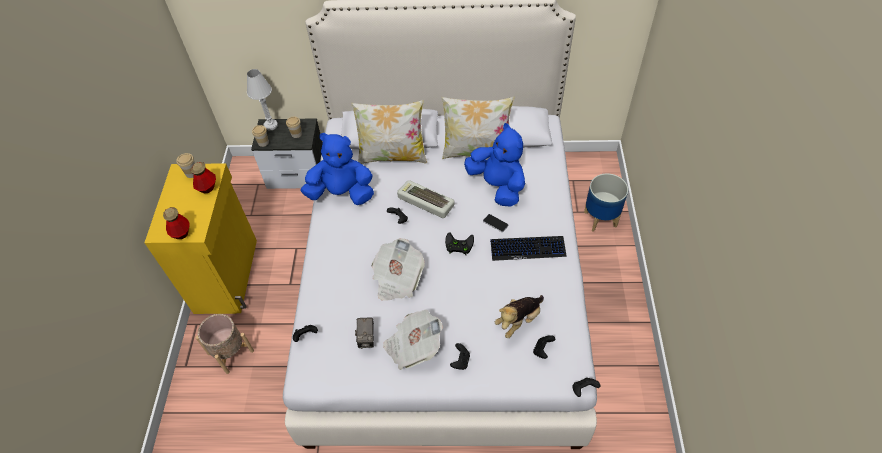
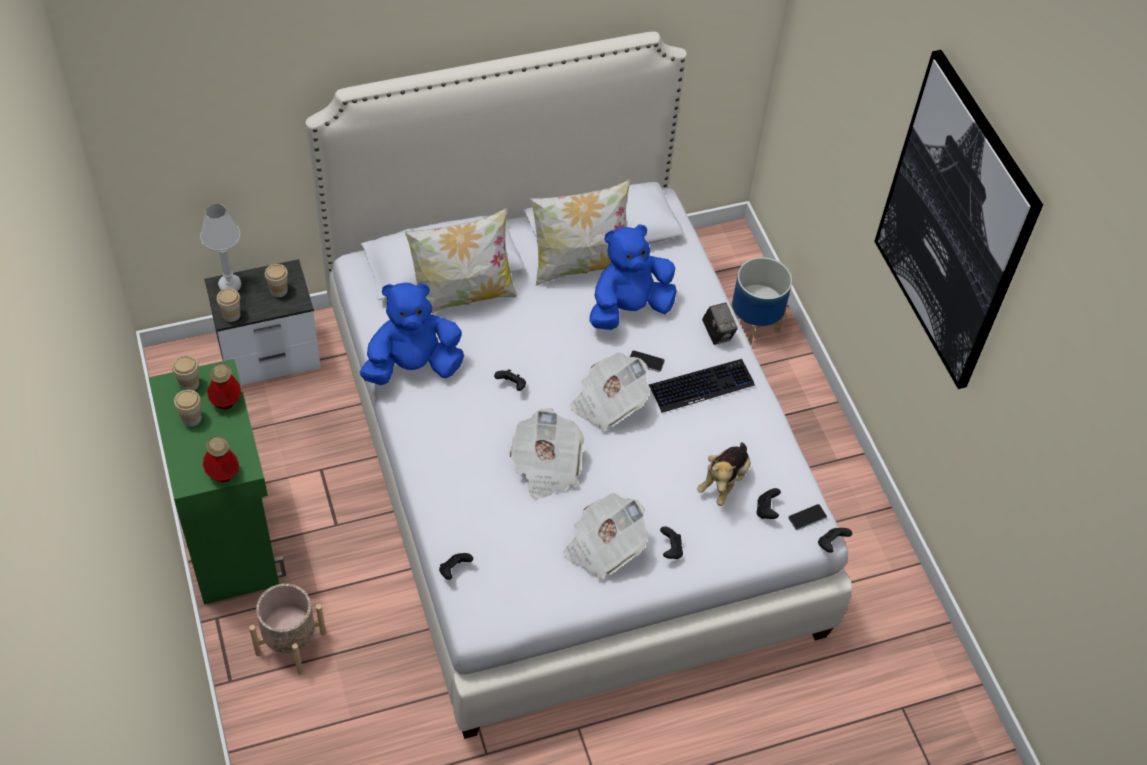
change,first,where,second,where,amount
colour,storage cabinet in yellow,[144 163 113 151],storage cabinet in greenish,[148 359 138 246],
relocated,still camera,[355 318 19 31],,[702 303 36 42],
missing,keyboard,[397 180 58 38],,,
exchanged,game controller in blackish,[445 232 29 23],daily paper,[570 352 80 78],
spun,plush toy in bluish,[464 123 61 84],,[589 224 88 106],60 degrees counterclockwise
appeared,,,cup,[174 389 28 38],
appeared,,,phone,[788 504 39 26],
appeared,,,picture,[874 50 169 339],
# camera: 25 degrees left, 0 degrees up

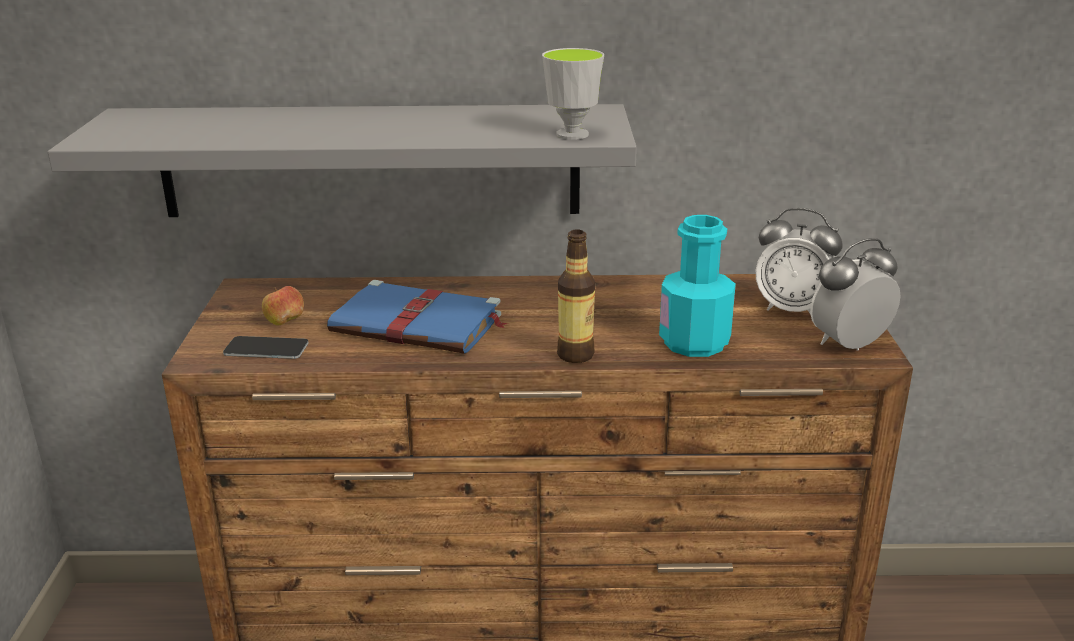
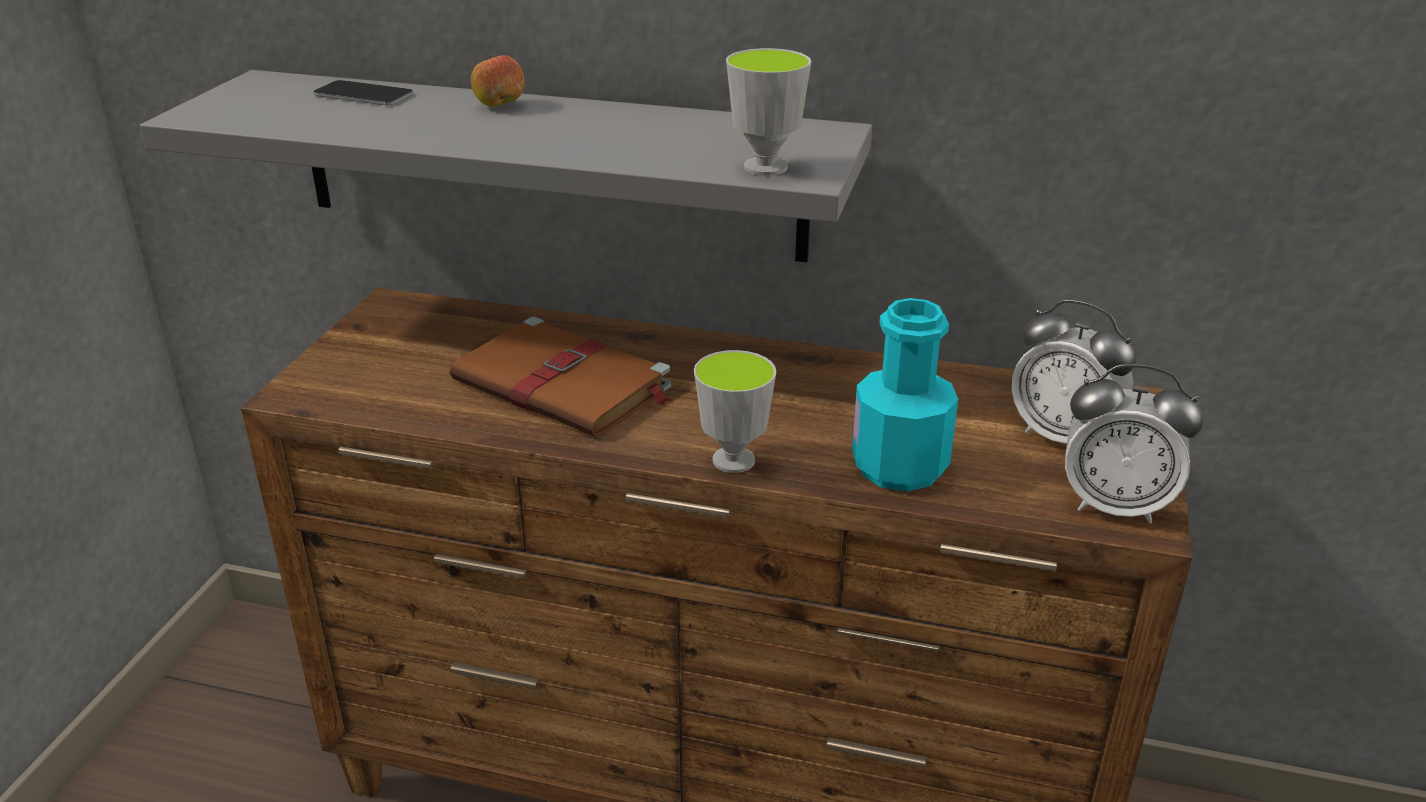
change,first,where,second,where,amount
relocated,phone,[223 336 85 23],,[314 80 99 25],
relocated,apple,[262 286 42 39],,[471 55 53 52],
colour,book in bluish,[327 280 182 74],book in brown,[450 317 224 120],
exchanged,drink bottle,[557 229 38 134],cup,[694 350 82 123],
spun,bedside clock,[810 238 91 113],,[1065 364 139 160],150 degrees counterclockwise
# camera: 15 degrees right, 5 degrees up

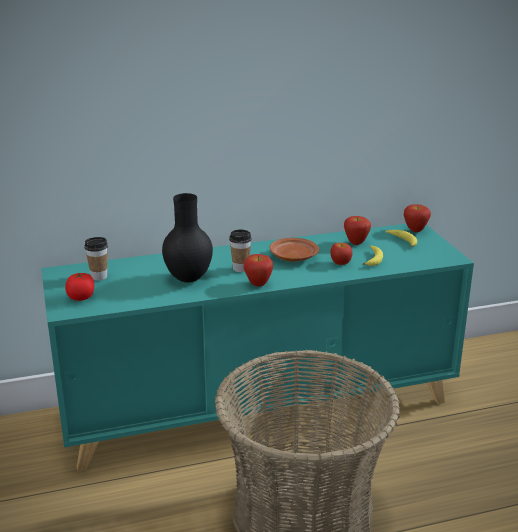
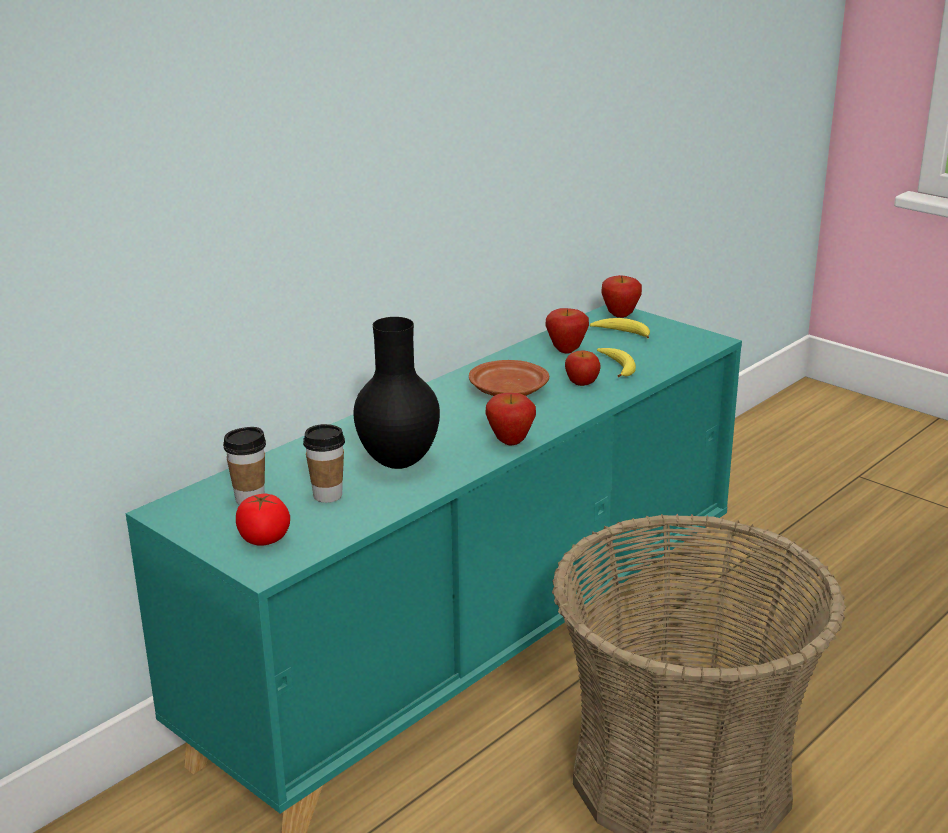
change,first,where,second,where,amount
relocated,cup,[229 229 23 43],,[303 424 42 79],
# camera: 30 degrees left, 0 degrees up

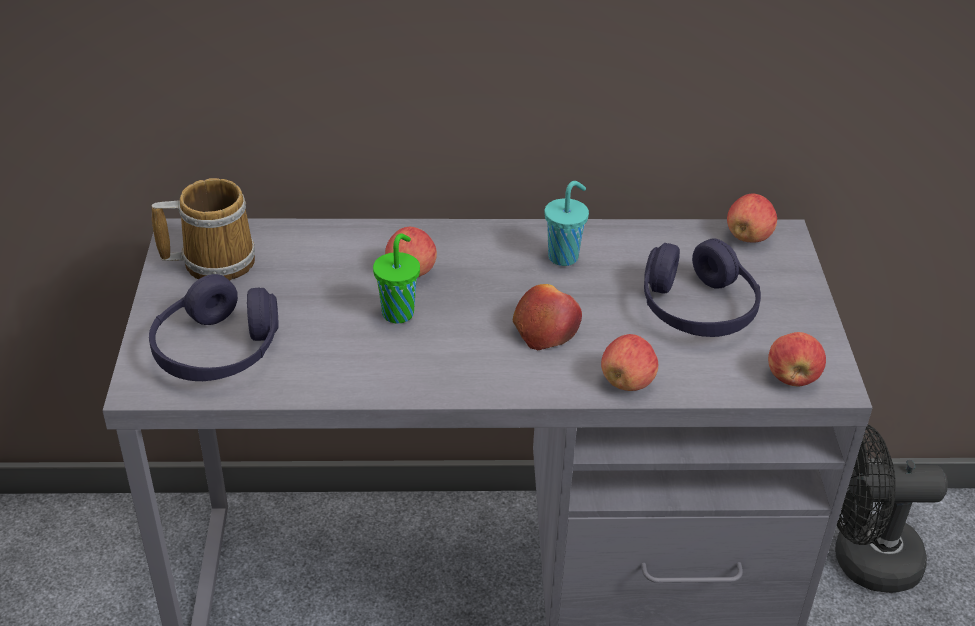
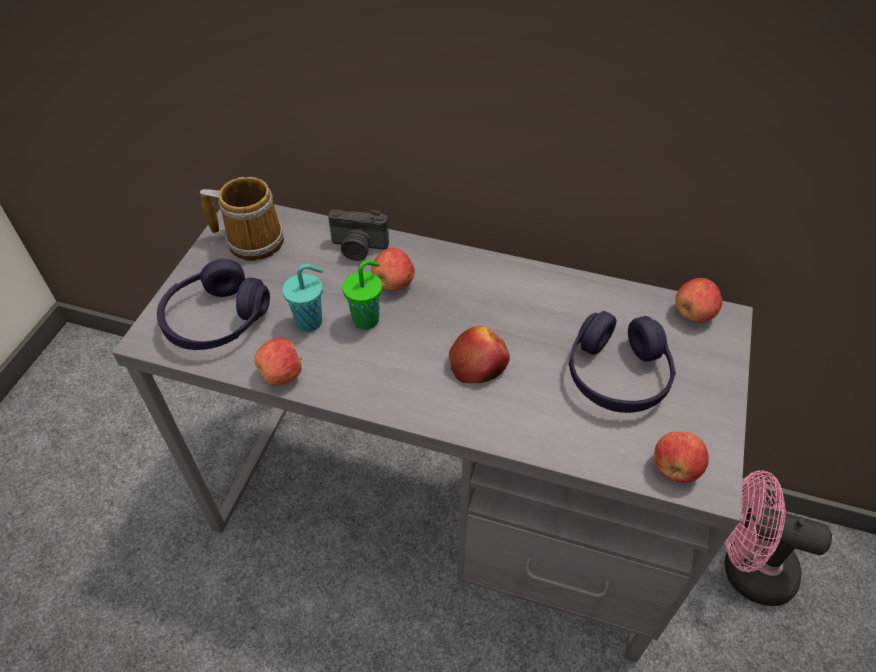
change,first,where,second,where,amount
relocated,cup in turquoise,[544 181 45 85],,[282 264 41 68],
relocated,apple,[601 334 57 57],,[254 338 48 47],
colour,fan in blackish,[835 424 113 169],fan in pink,[725 470 107 136],
appeared,,,still camera,[328 209 61 52],
# camera: 20 degrees right, 10 degrees up

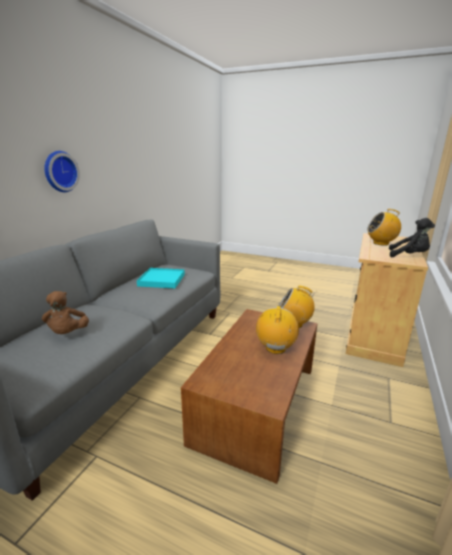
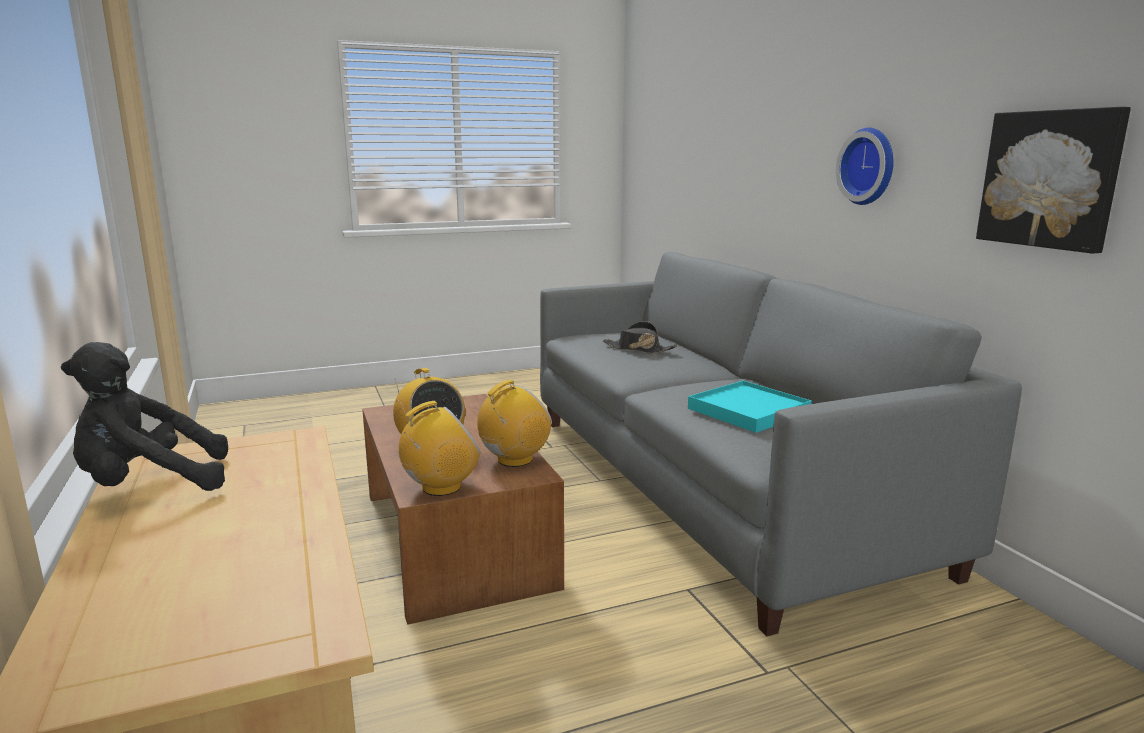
change,first,where,second,where,amount
exchanged,plush toy in brown,[42 291 47 43],wearable hat in blackish,[603 321 74 33],
relocated,radio set,[367 209 34 37],,[477 380 75 87],
appeared,,,picture,[976 107 155 147],
# camera: 135 degrees right, 5 degrees down

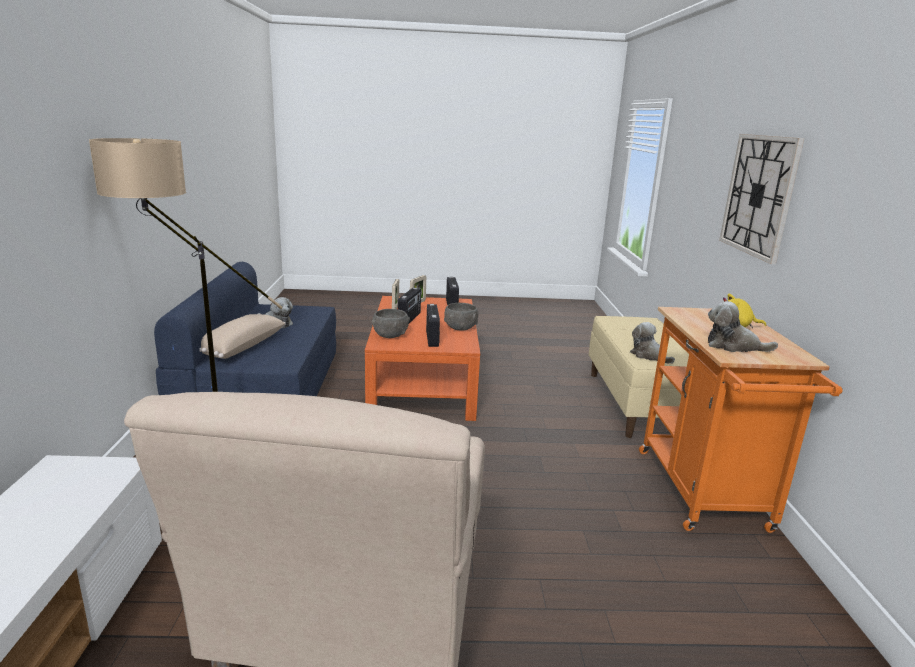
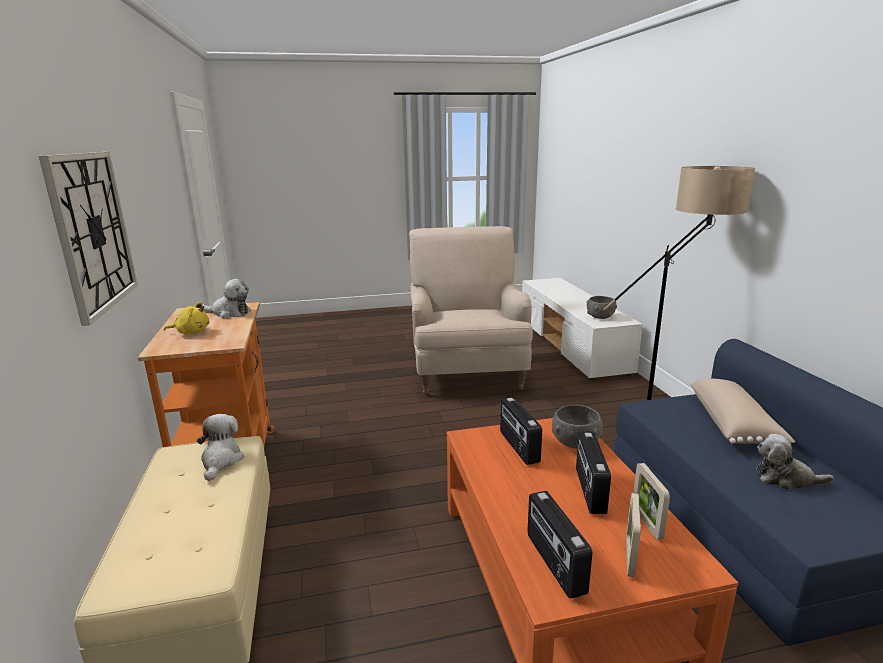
change,first,where,second,where,amount
relocated,deep dish in gray,[444 303 34 28],,[587 296 30 23],
spun,plush toy,[630 322 45 42],,[196 414 48 67],135 degrees counterclockwise
# camera: 170 degrees right, 0 degrees up

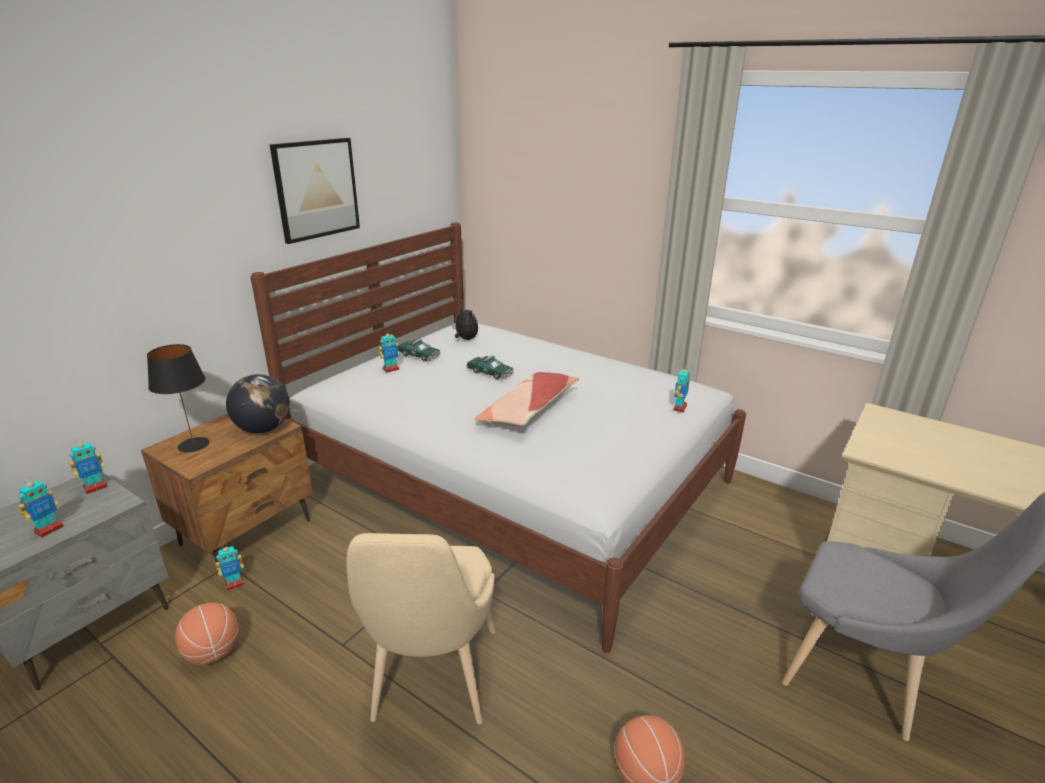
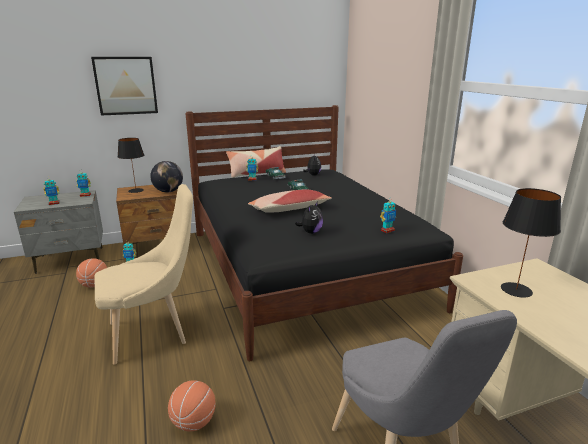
change,first,where,second,where,amount
colour,sleeping bed in white,[250 222 496 431],sleeping bed in blackish,[185 105 278 256],
relocated,picture,[270 138 90 106],,[91 57 67 59],
spun,plain chair in beige-coloured,[346 533 150 191],,[95 184 98 181],150 degrees counterclockwise
appeared,,,pillow,[226 146 60 32],
appeared,,,plush toy,[295 201 28 33],
appeared,,,tabletop lamp in blackish,[501 188 60 110],
# camera: 35 degrees right, 5 degrees down

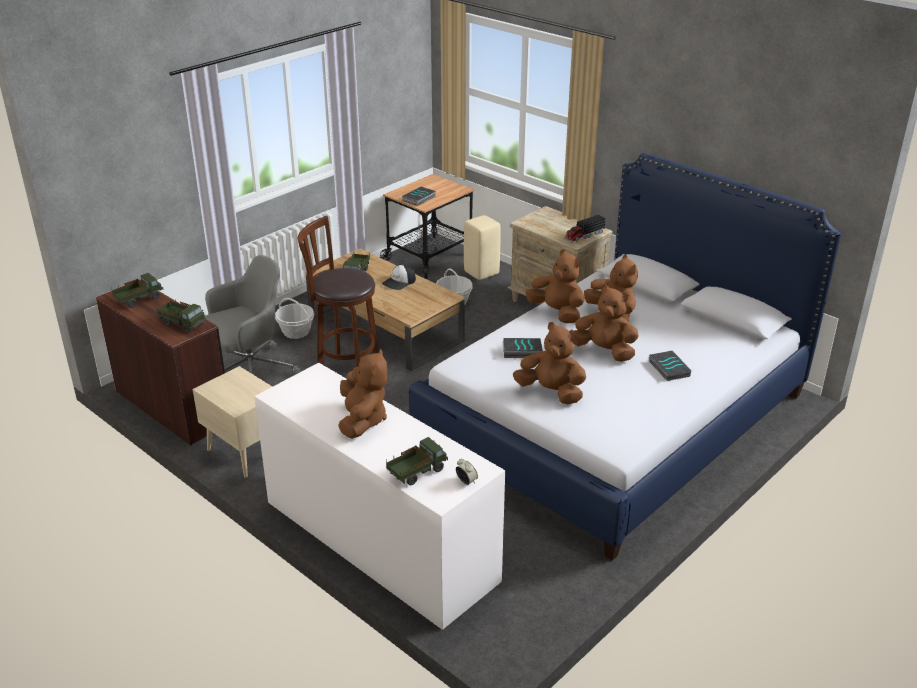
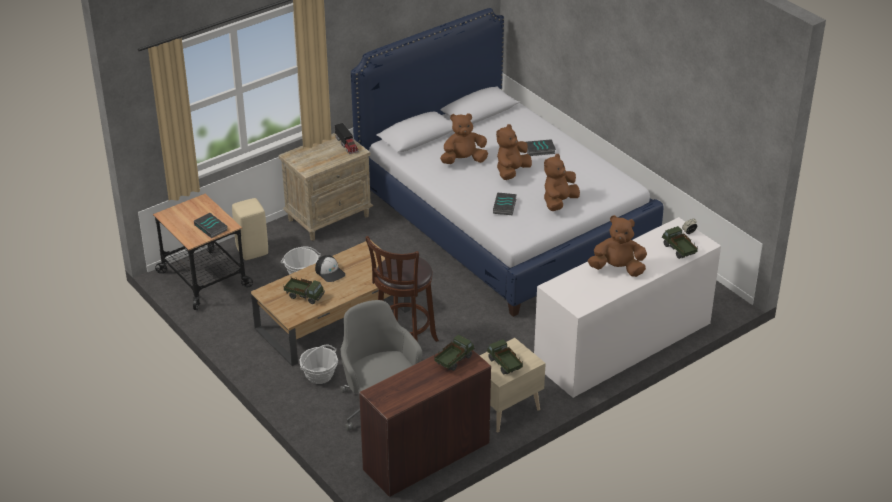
change,first,where,second,where,amount
relocated,model truck,[111 273 52 35],,[486 339 37 35],
missing,plush toy in brown,[526 249 59 74],,,
# camera: 80 degrees left, 5 degrees up

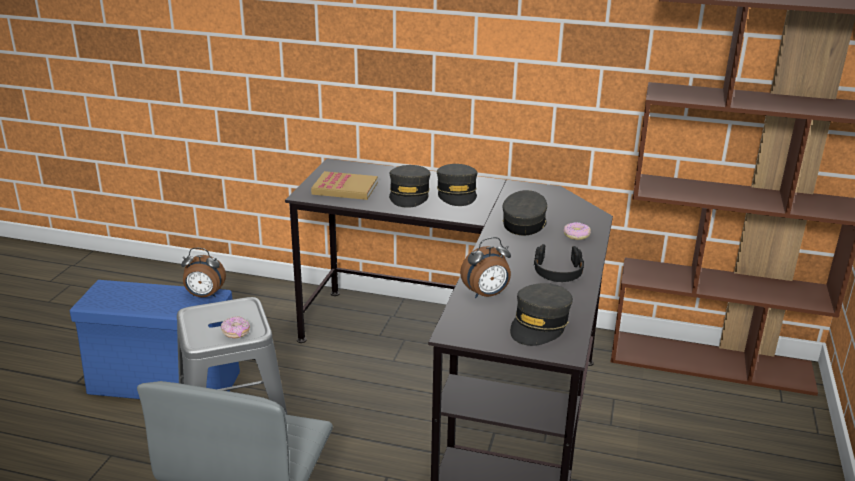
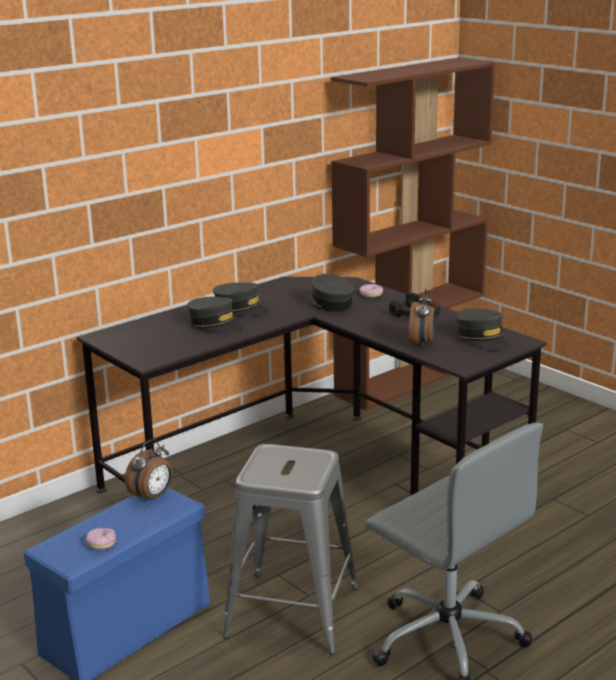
change,first,where,second,where,amount
relocated,donut,[221 316 29 22],,[86 528 30 22],
missing,book,[311 171 67 29],,,
# camera: 55 degrees left, 5 degrees down

